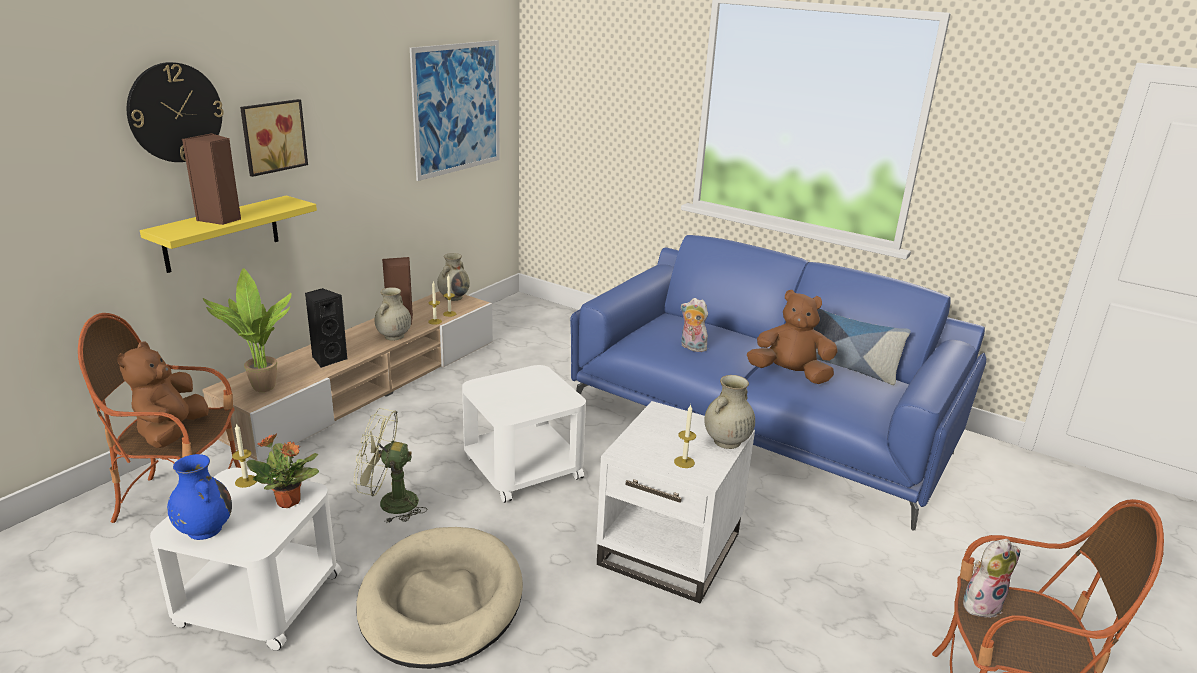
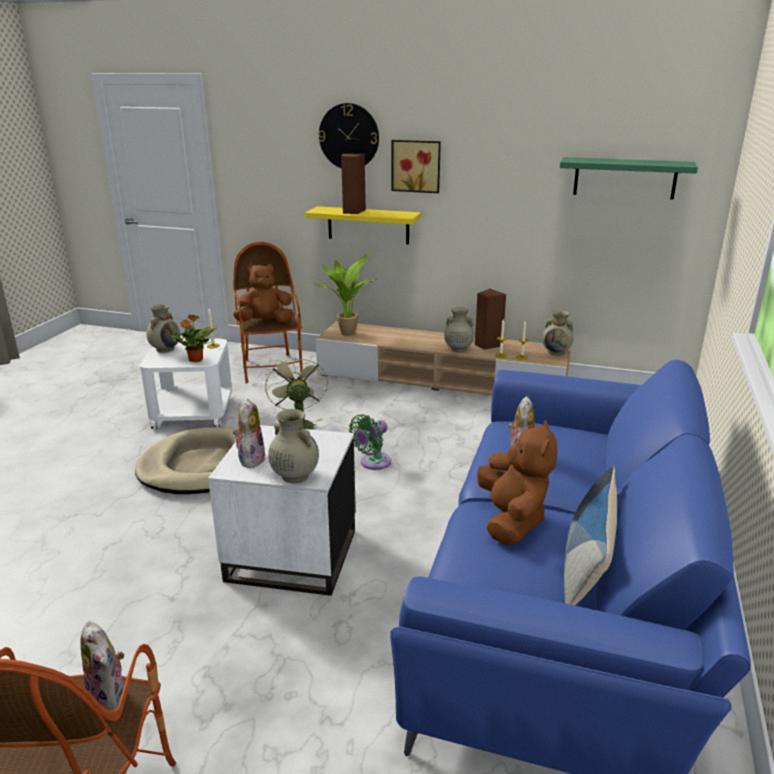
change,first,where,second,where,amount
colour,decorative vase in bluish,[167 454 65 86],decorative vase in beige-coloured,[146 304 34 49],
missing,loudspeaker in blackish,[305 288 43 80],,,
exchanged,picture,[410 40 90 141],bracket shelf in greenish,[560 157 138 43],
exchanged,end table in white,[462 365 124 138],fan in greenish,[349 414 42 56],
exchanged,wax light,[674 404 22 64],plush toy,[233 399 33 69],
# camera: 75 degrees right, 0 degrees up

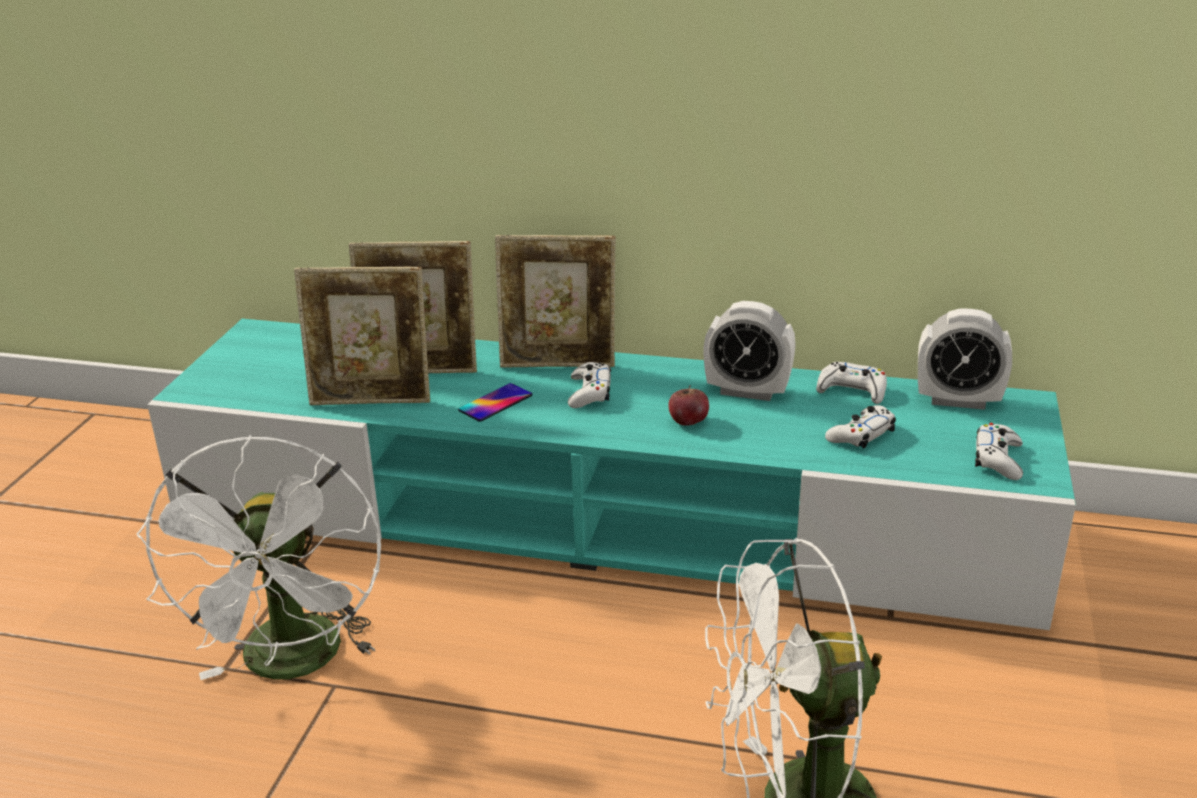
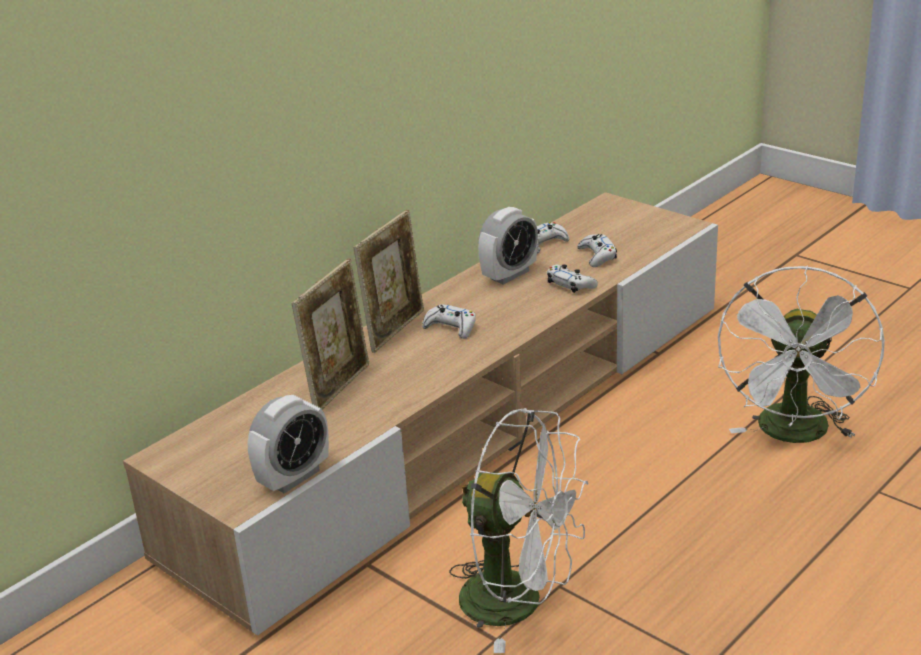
change,first,where,second,where,amount
colour,media console in turquoise,[147 319 929 311],media console in beige-coloured,[123 192 595 444],
missing,photo frame,[294 267 136 138],,,
missing,phone,[458 383 74 39],,,
missing,apple,[668 385 41 41],,,
relocated,bedside clock,[918 308 94 102],,[248 395 81 98],
relocated,game controller in white,[975 423 48 57],,[547 264 51 29],
# camera: 60 degrees left, 0 degrees up

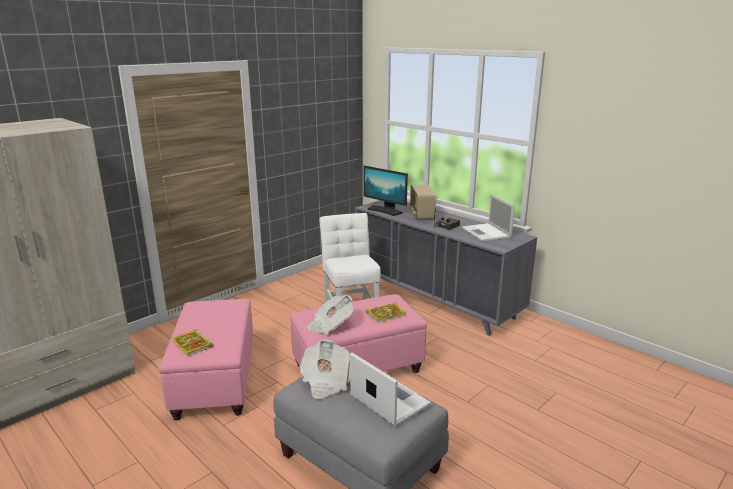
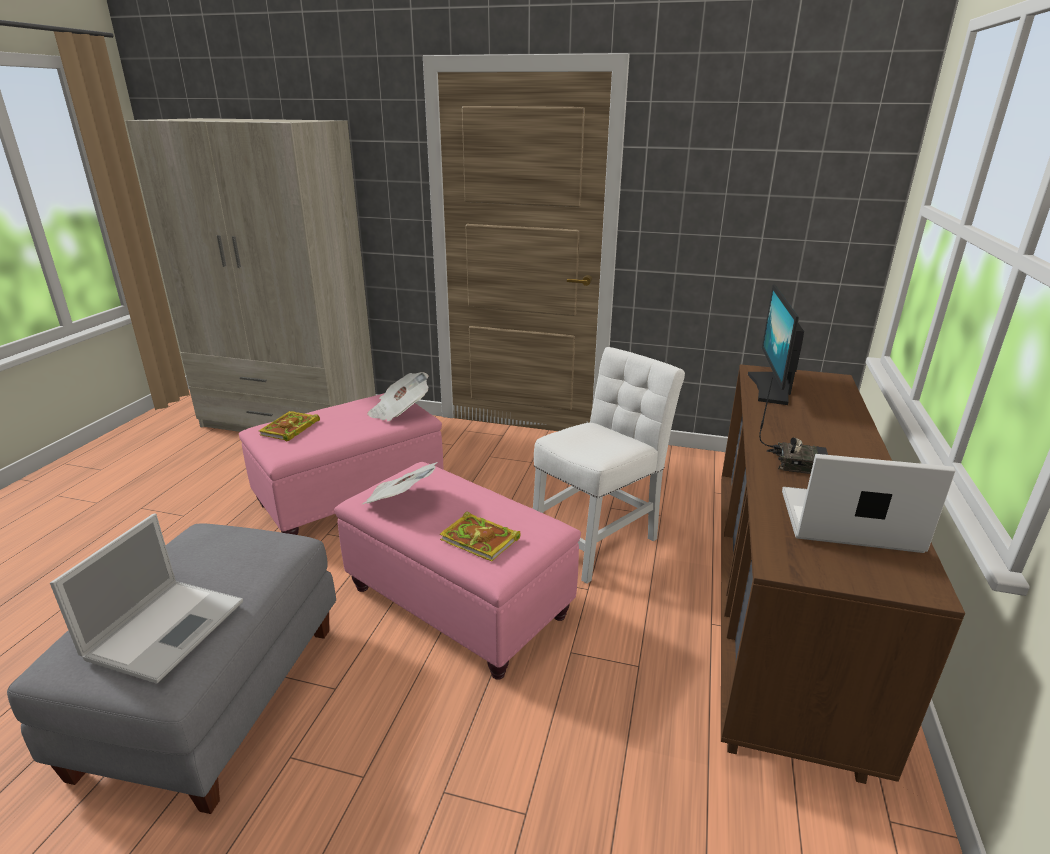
change,first,where,second,where,amount
relocated,daily paper,[299 340 51 59],,[368 372 61 50],
colour,drawer chest in gray,[355 200 182 136],drawer chest in brown,[721 364 244 420],
missing,radio set,[409 185 26 35],,,
spun,portable computer,[461 194 54 48],,[782 454 173 99],60 degrees clockwise
# camera: 60 degrees right, 5 degrees up

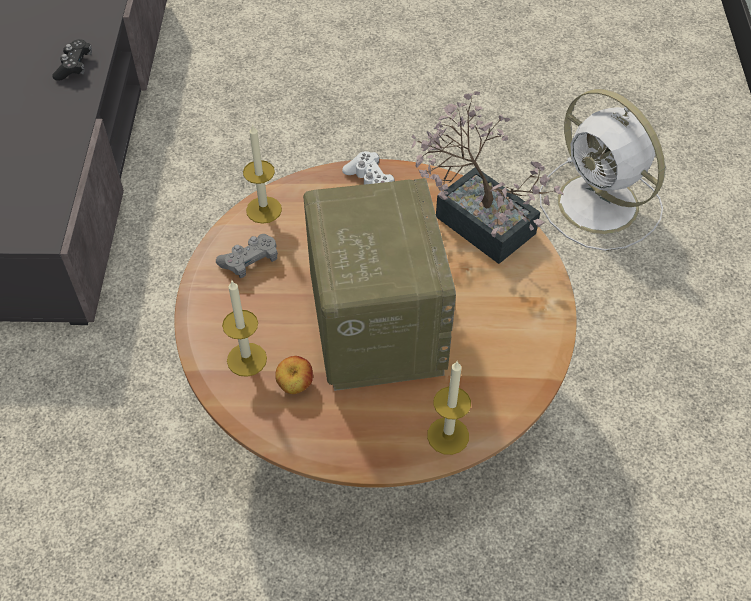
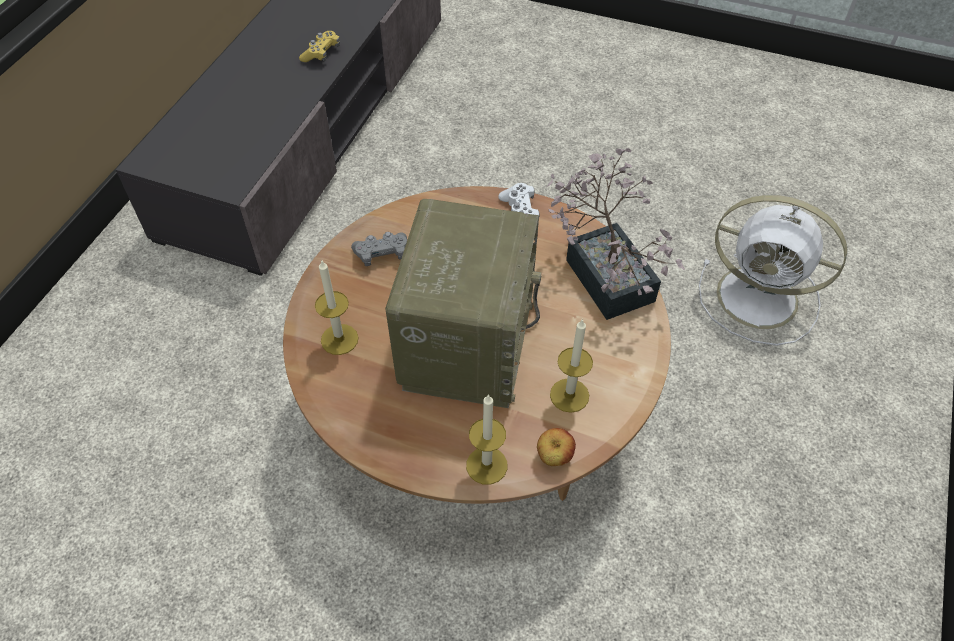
change,first,where,second,where,amount
colour,game controller in blackish,[52 39 40 42],game controller in yellow,[299 31 41 31],
relocated,wax light,[243 124 39 100],,[550 319 43 94],
relocated,apple,[275 356 38 38],,[537 428 39 38],
spun,fan in white,[540 89 125 162],,[699 195 148 151],45 degrees counterclockwise
# camera: 20 degrees right, 0 degrees up

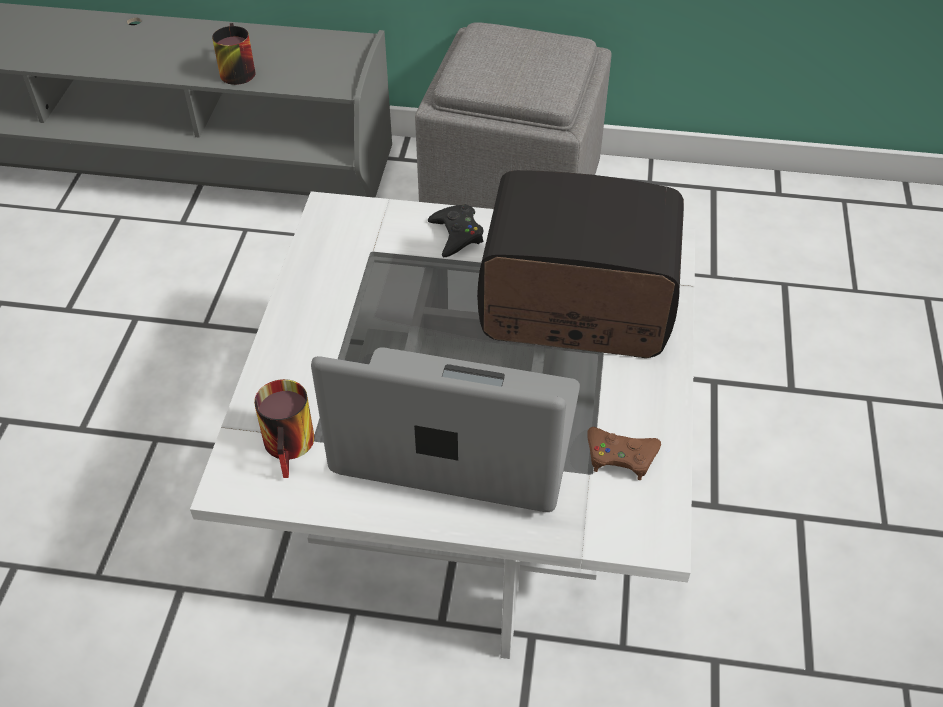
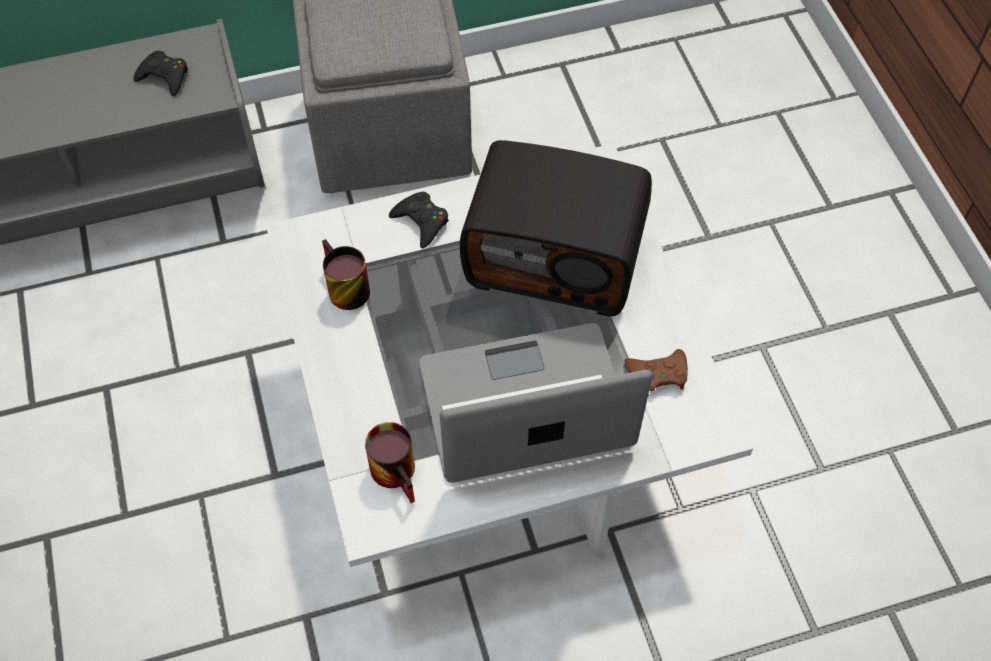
change,first,where,second,where,amount
relocated,tea mug,[212 23 43 62],,[322 239 48 71],
spun,radio set,[477 170 207 188],,[460 140 192 176],150 degrees counterclockwise
appeared,,,game controller in blackish,[133 51 55 45],
# camera: 25 degrees left, 10 degrees up

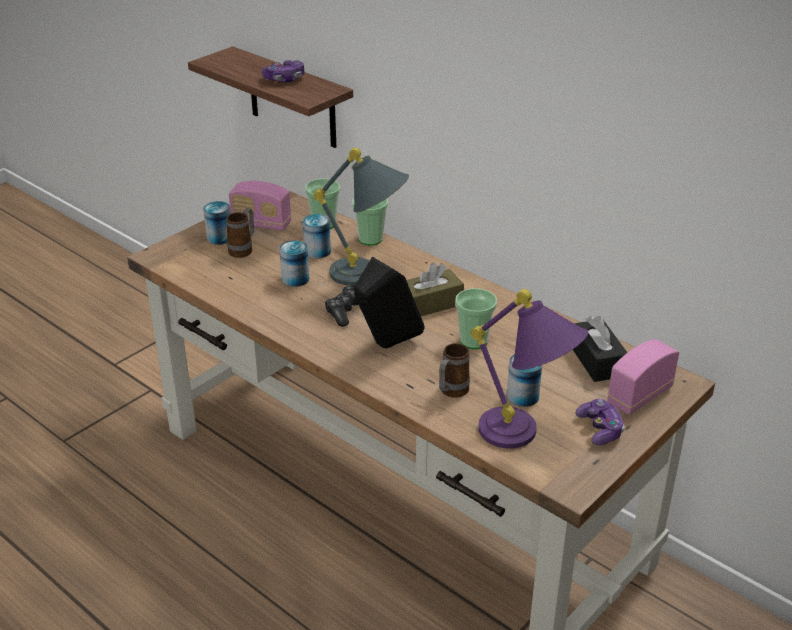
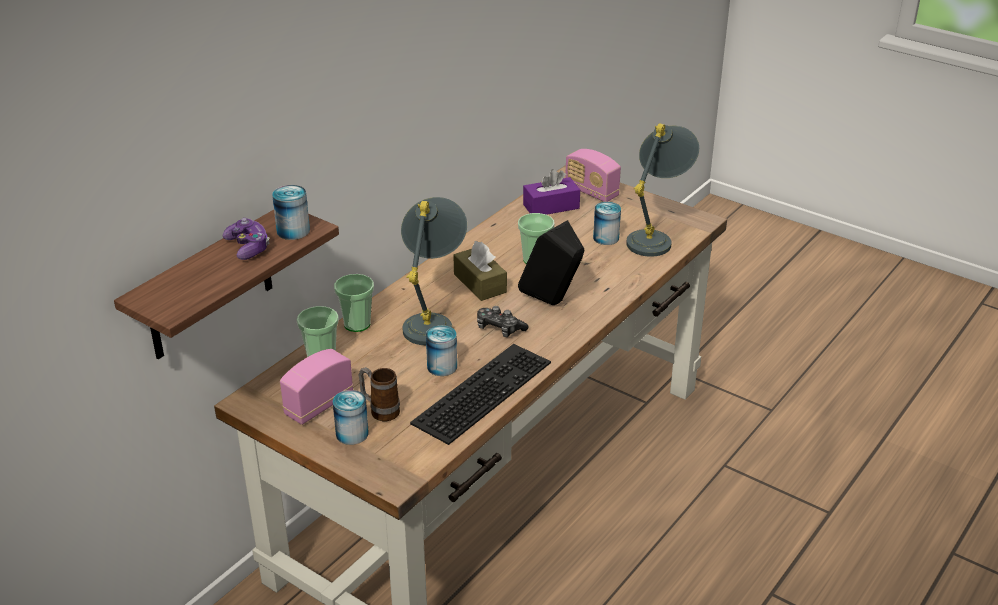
change,first,where,second,where,amount
spun,radio set,[229 181 62 50],,[280 349 73 76],150 degrees counterclockwise
relocated,sealed can,[303 214 28 45],,[272 185 38 55],
missing,tea mug,[439 343 31 55],,,
colour,tabletop lamp in purple-coloured,[471 289 117 160],tabletop lamp in gray,[626 123 73 134],
colour,tissue box in blackish,[573 316 54 66],tissue box in purple-coloured,[523 169 57 46],
missing,game controller,[576 399 49 46],,,
appeared,,,keyboard,[410 344 141 101],
# camera: 95 degrees left, 0 degrees up

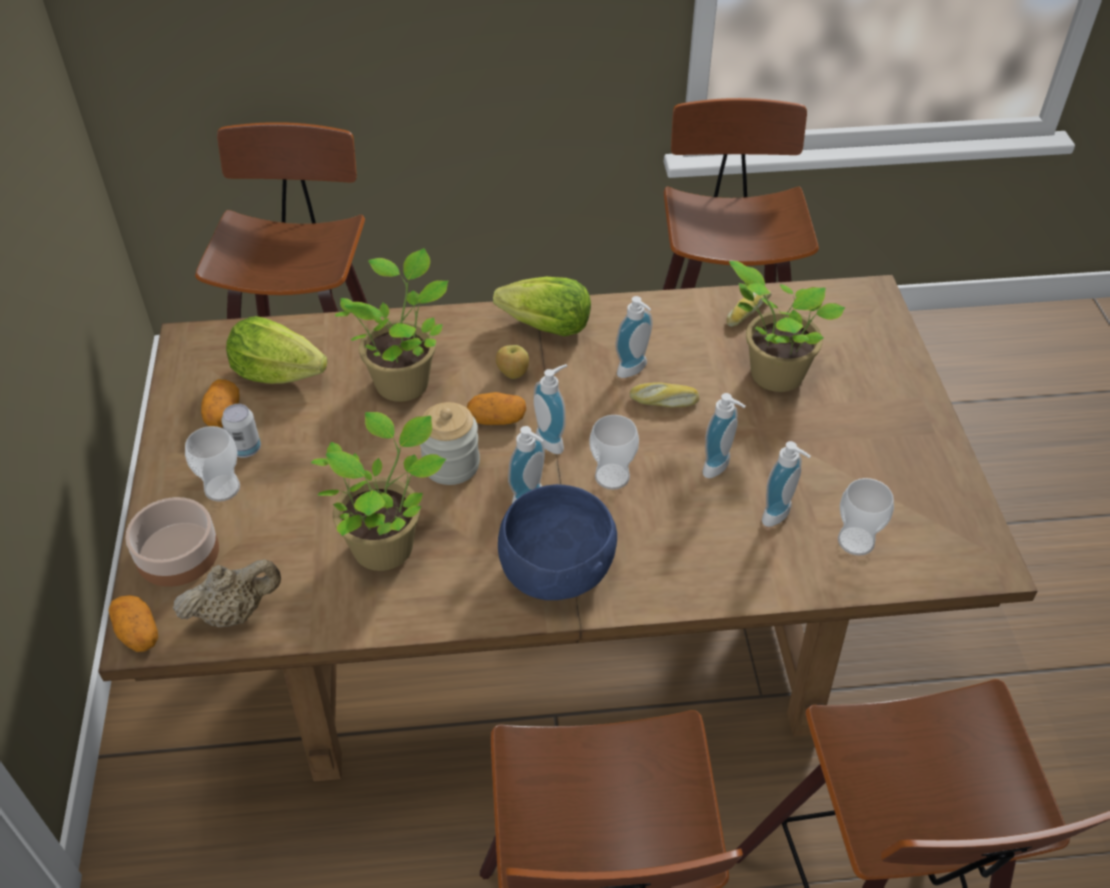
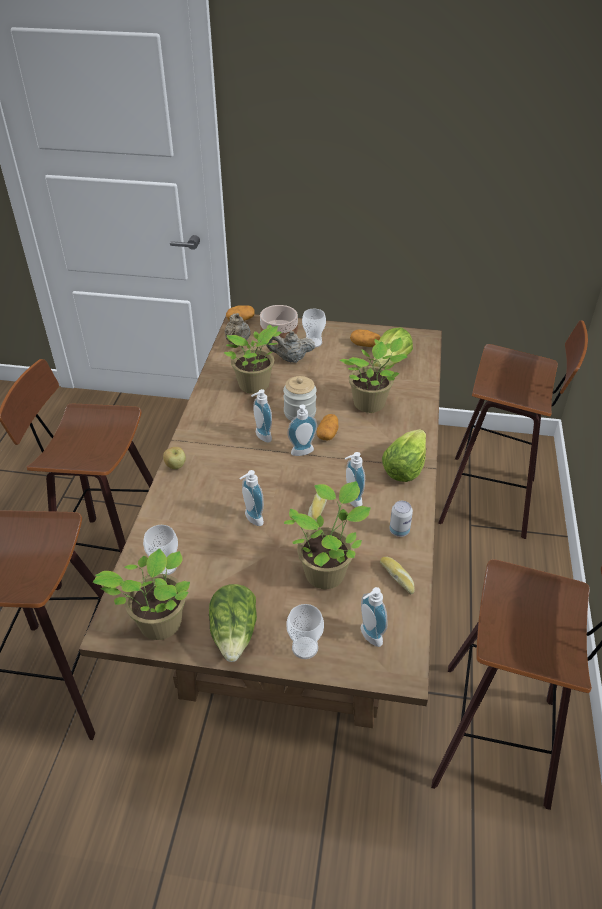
change,first,where,second,where,amount
relocated,sealed can,[221 404 40 54],,[389 501 24 36],
relocated,apple,[496 345 33 34],,[163 447 23 22],
missing,deep dish in bluish,[498 484 119 116],,,
relocated,cup,[589 415 50 75],,[286 604 38 55],
relocated,soap bottle,[762 441 49 86],,[361 587 26 60],
appeared,,,plant in a pot,[93 548 97 92],
appeared,,,lettuce head,[209 584 48 78],
appeared,,,pot for tea in beige-coloured,[266 331 49 32],
# camera: 105 degrees right, 5 degrees down

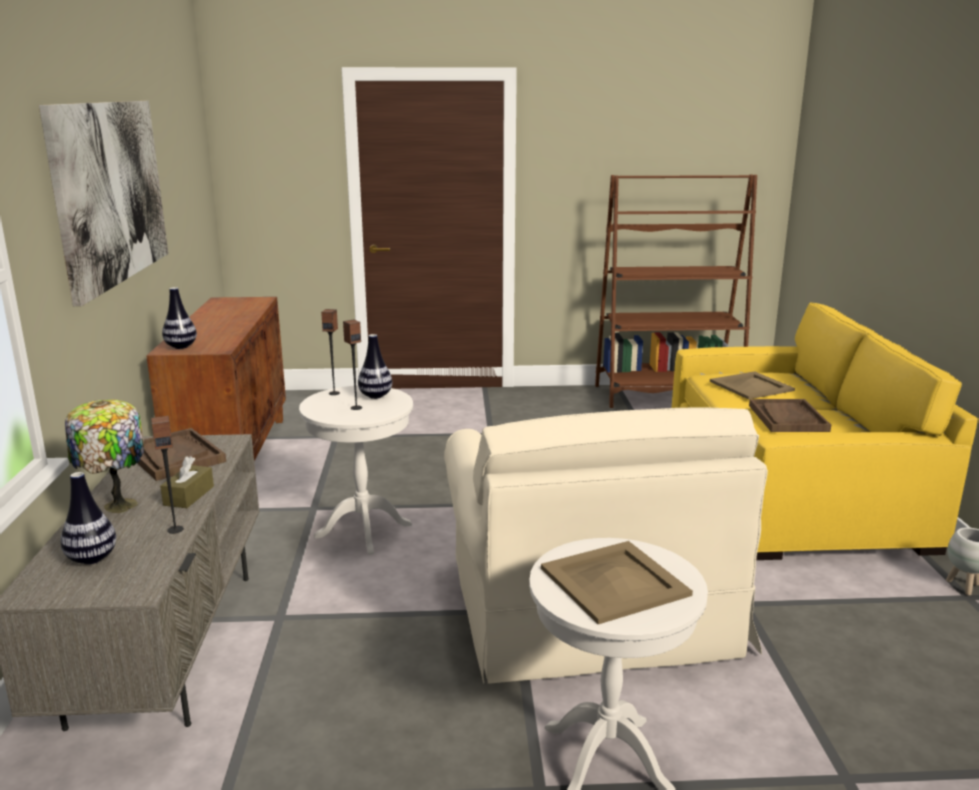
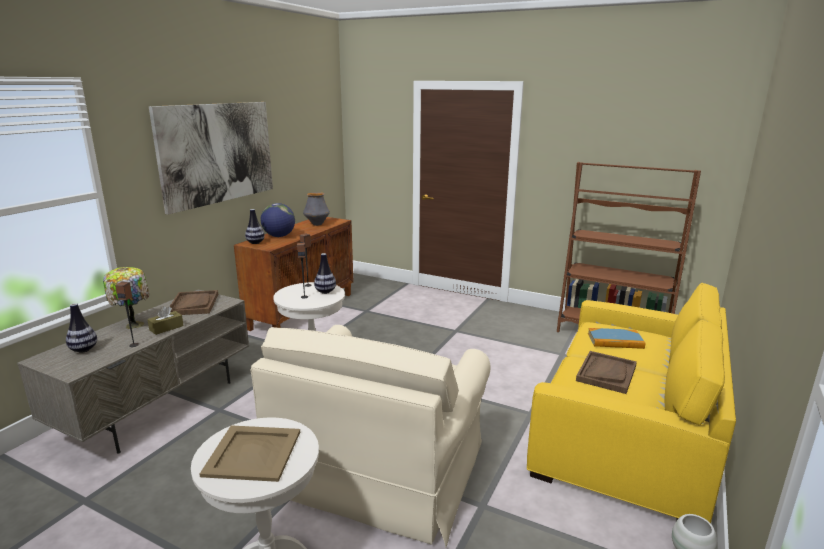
change,first,where,second,where,amount
exchanged,carrying tray in beige-coloured,[710 371 85 29],book,[588 328 57 21],
appeared,,,desk globe,[261 203 34 34],
appeared,,,decorative vase,[303 192 27 34],
# camera: 30 degrees right, 0 degrees up

